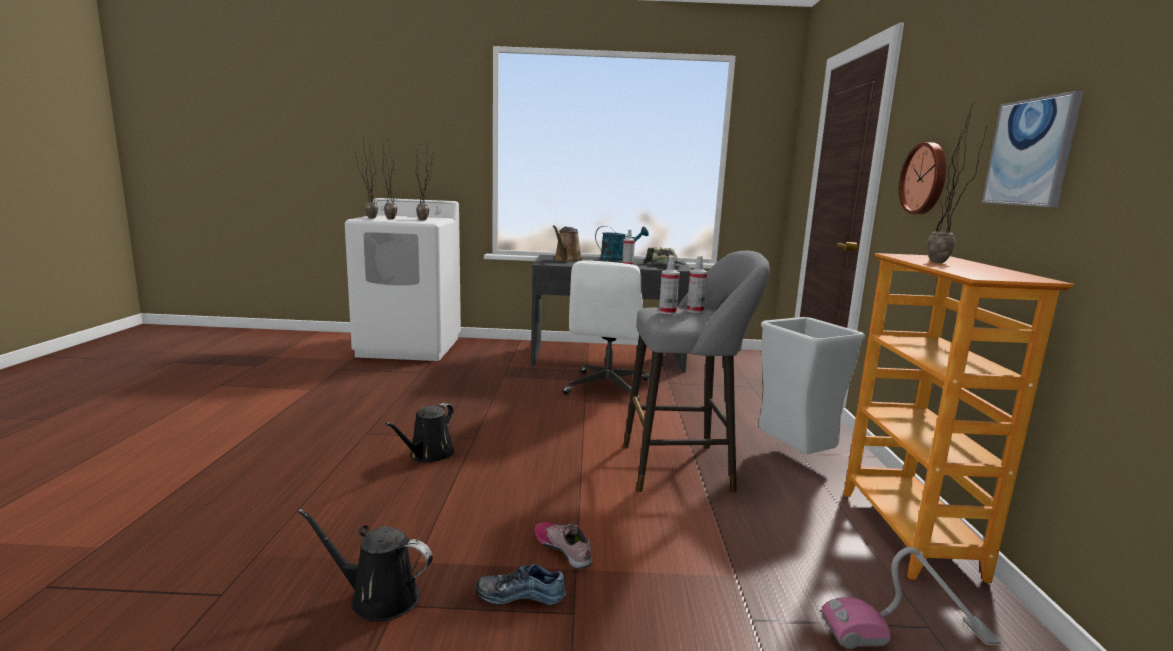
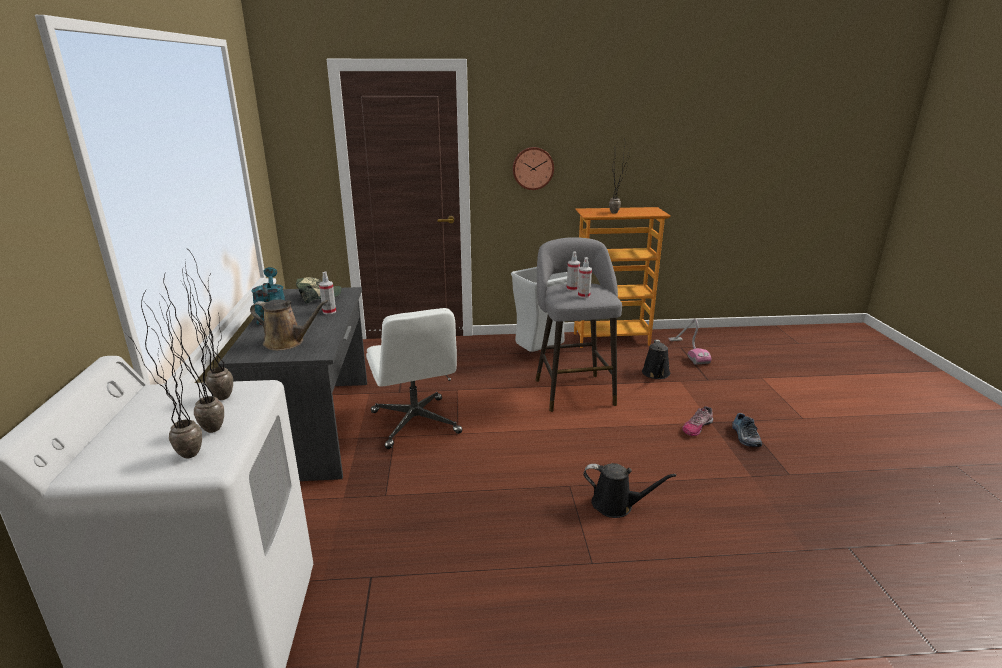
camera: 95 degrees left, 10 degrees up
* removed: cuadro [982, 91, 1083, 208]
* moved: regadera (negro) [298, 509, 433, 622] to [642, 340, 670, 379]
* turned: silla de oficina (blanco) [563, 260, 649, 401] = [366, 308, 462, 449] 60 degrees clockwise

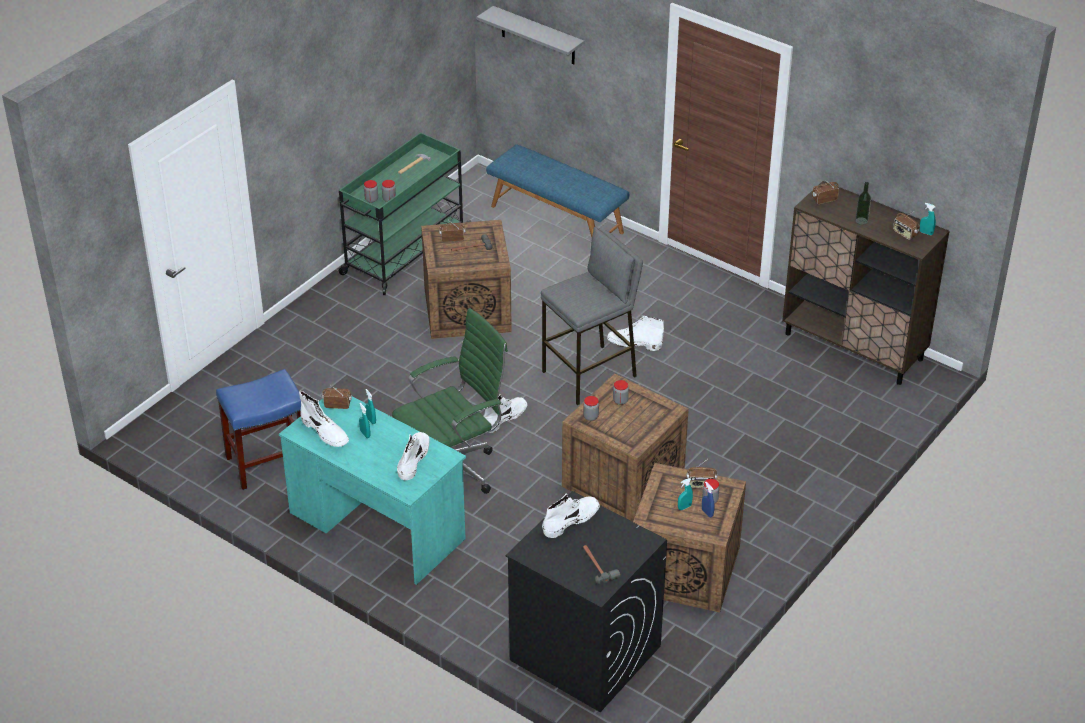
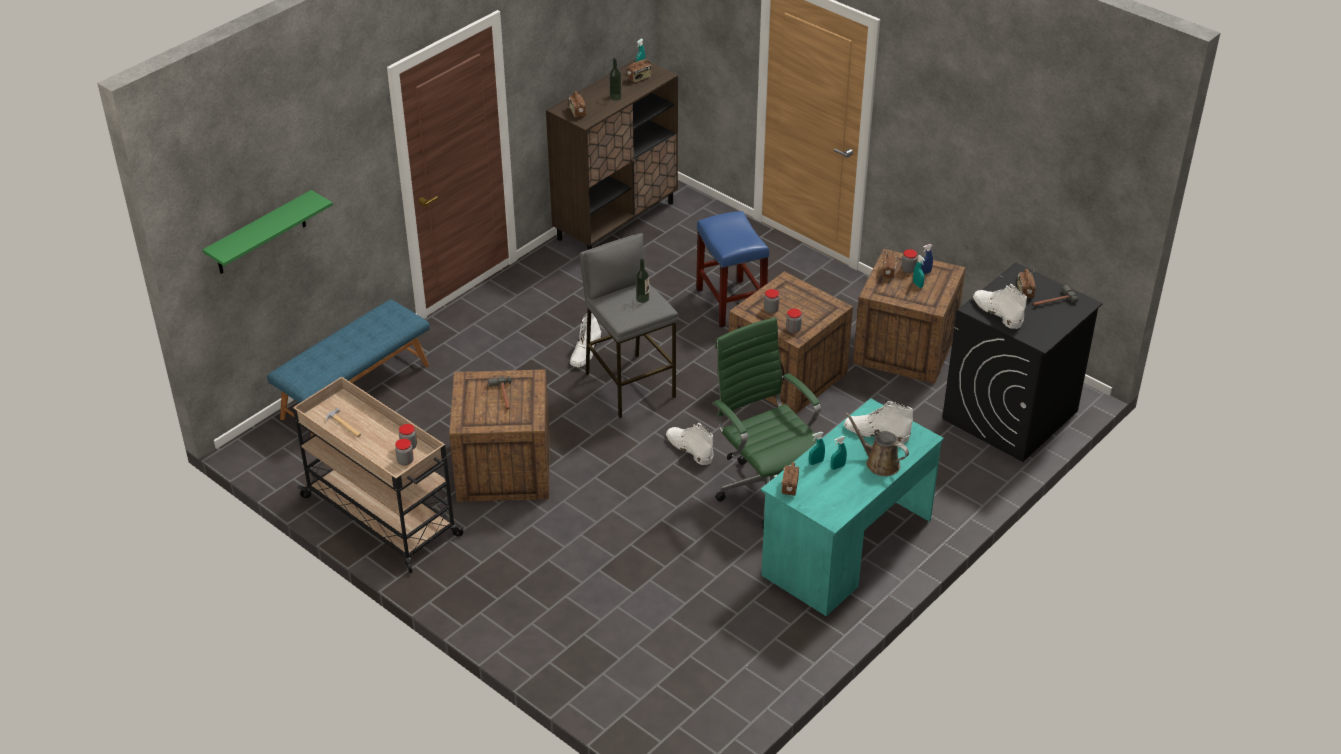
camera: 85 degrees left, 0 degrees up
* removed: bota (blanco) [299, 391, 349, 447]
* added: botella [636, 259, 649, 303]
* added: regadera (marrón) [845, 412, 909, 476]
* moved: taburete (azul) [216, 369, 301, 490] to [696, 211, 769, 328]
* moved: radio [439, 221, 466, 242] to [1017, 269, 1036, 298]
* recoloured: carrito (verde) [339, 132, 471, 295] to carrito (beis) [293, 377, 464, 573]
* recoloured: estante (gris) [477, 6, 584, 64] to estante (verde) [203, 190, 333, 274]

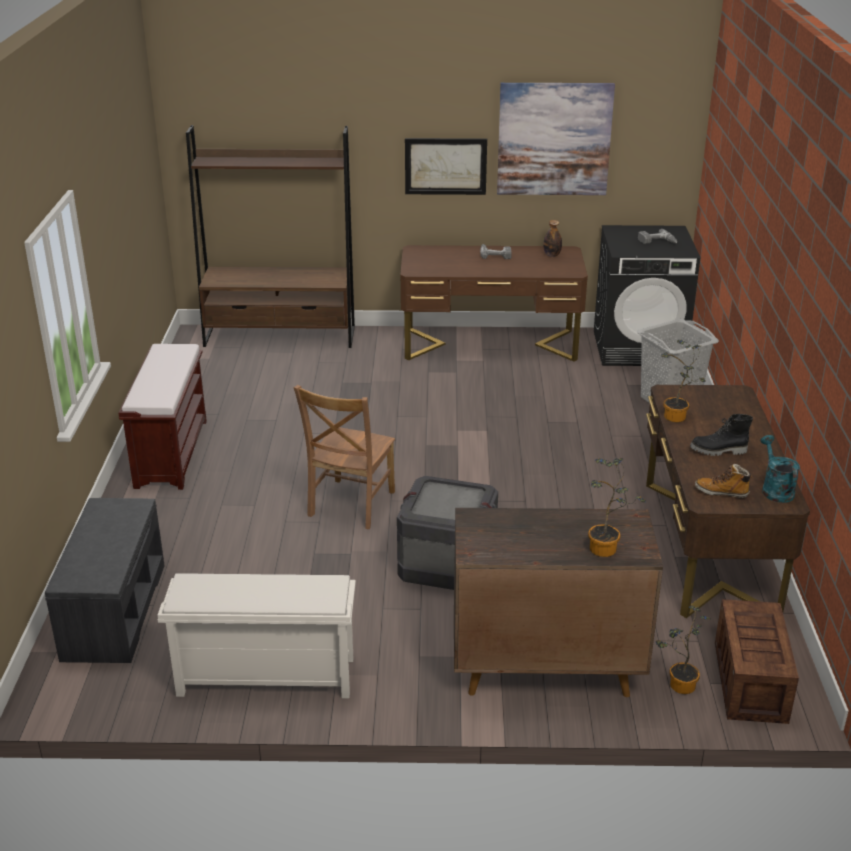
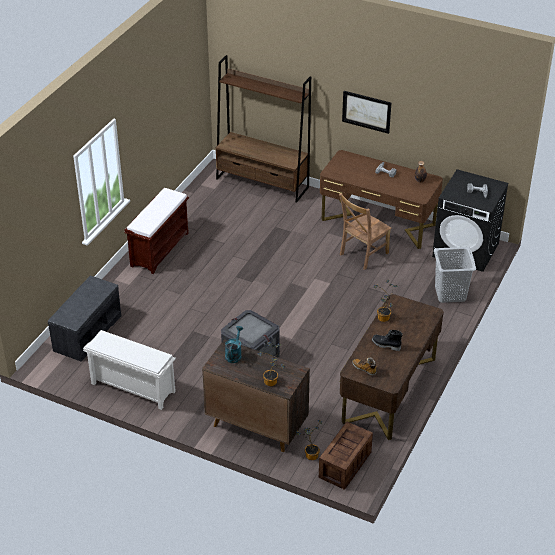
camera: 25 degrees right, 10 degrees up
* removed: cuadro [497, 83, 615, 195]
* moved: silla (marrón) [294, 385, 395, 529] to [339, 193, 391, 270]
* moved: regadera (turquesa) [760, 435, 800, 503] to [225, 326, 243, 363]

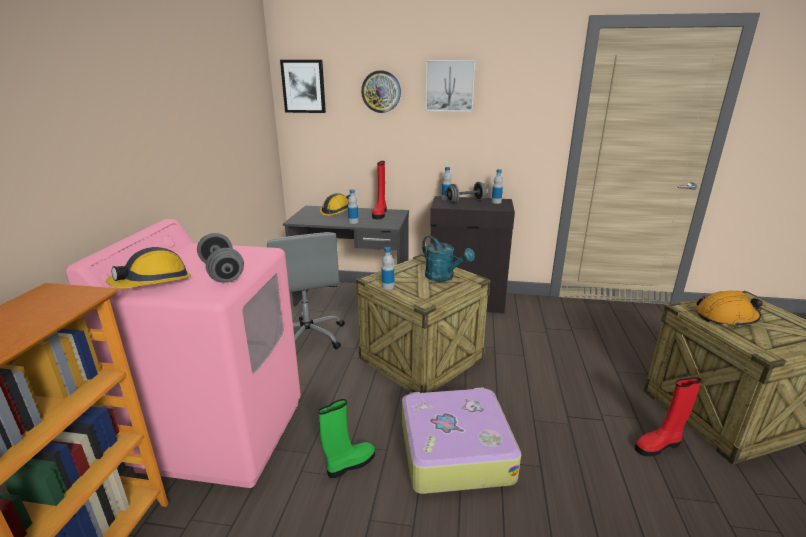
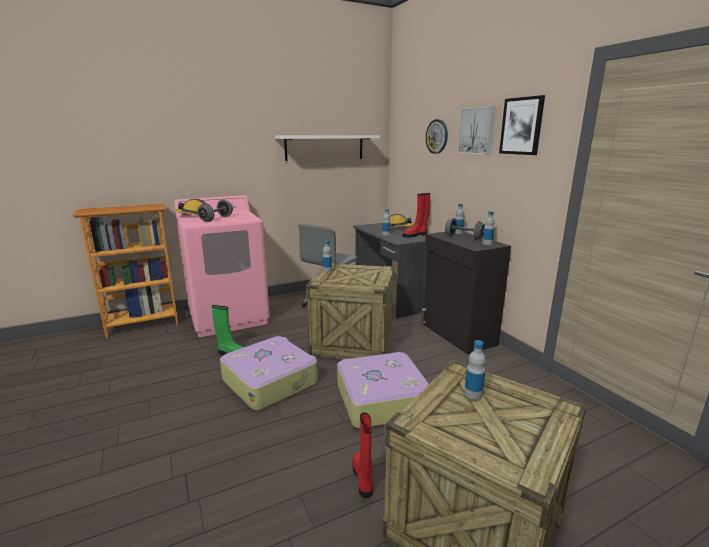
camera: 55 degrees right, 5 degrees down
* removed: regadera (turquesa) [422, 236, 475, 282]
* added: estante (blanco) [275, 136, 380, 161]
* added: maleta [337, 352, 429, 428]
* moved: cuadro [280, 60, 326, 113] to [499, 95, 545, 155]
* replaced: casco (naranja) [696, 291, 763, 327] to botella [464, 340, 486, 400]
* turned: bota (rojo) [635, 377, 701, 456] = [353, 412, 373, 498] 45 degrees clockwise

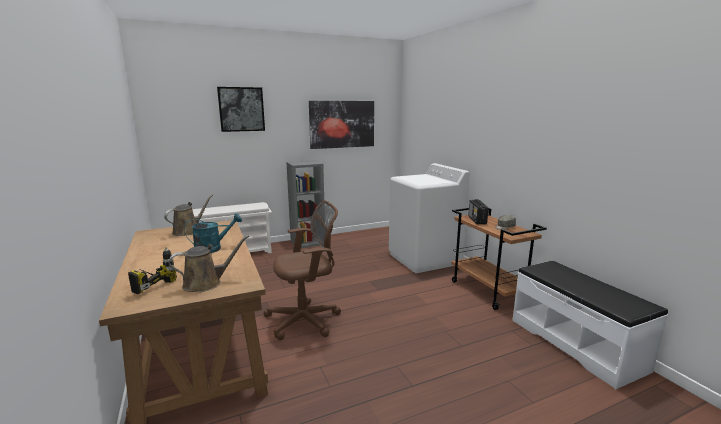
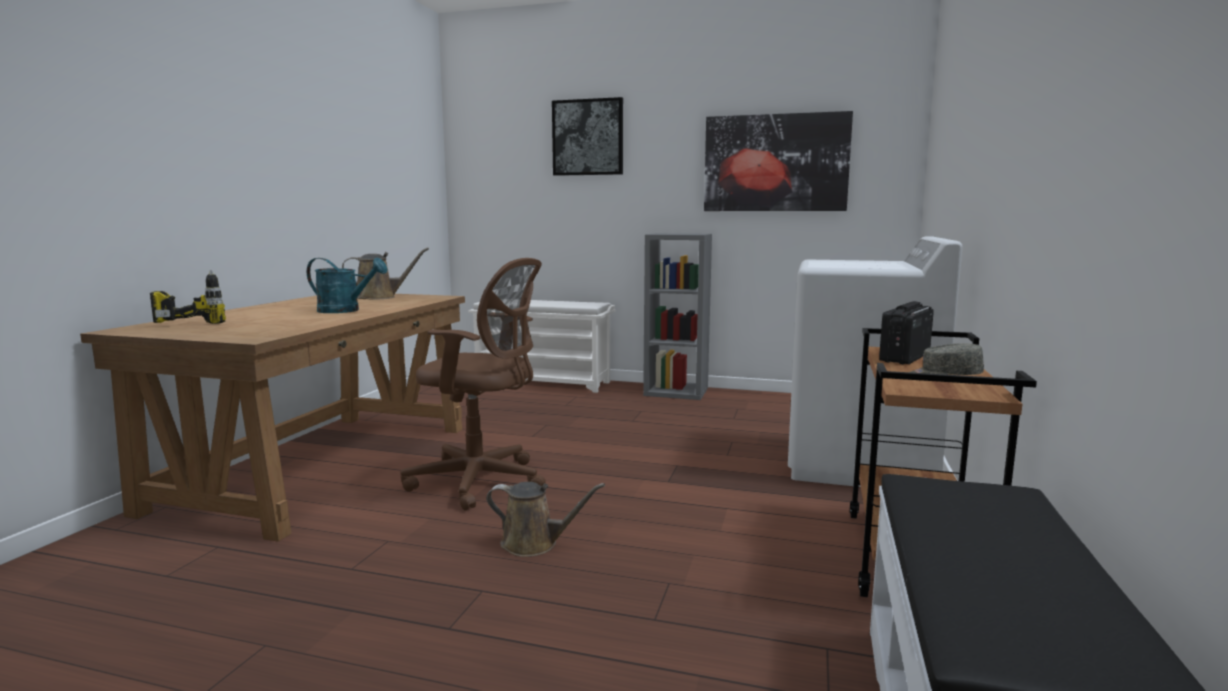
camera: 40 degrees right, 5 degrees down
* moved: regadera (marrón) [169, 235, 249, 292] to [486, 482, 605, 557]

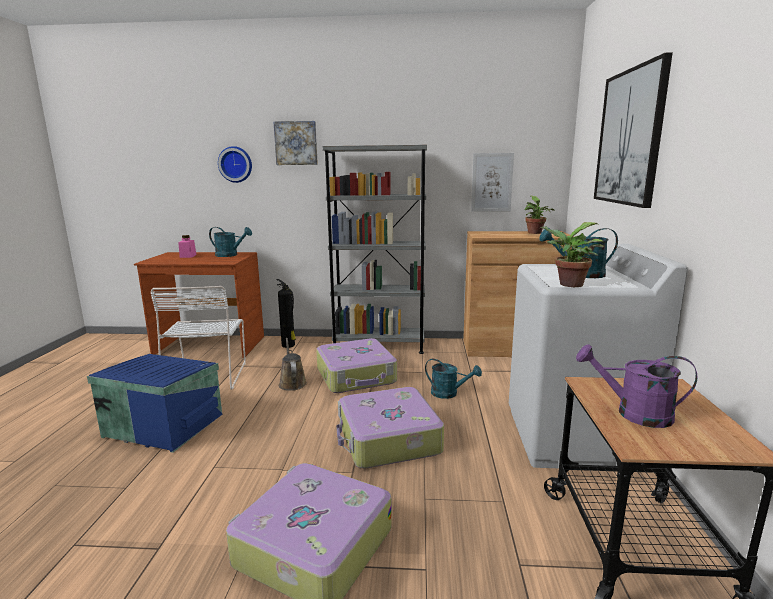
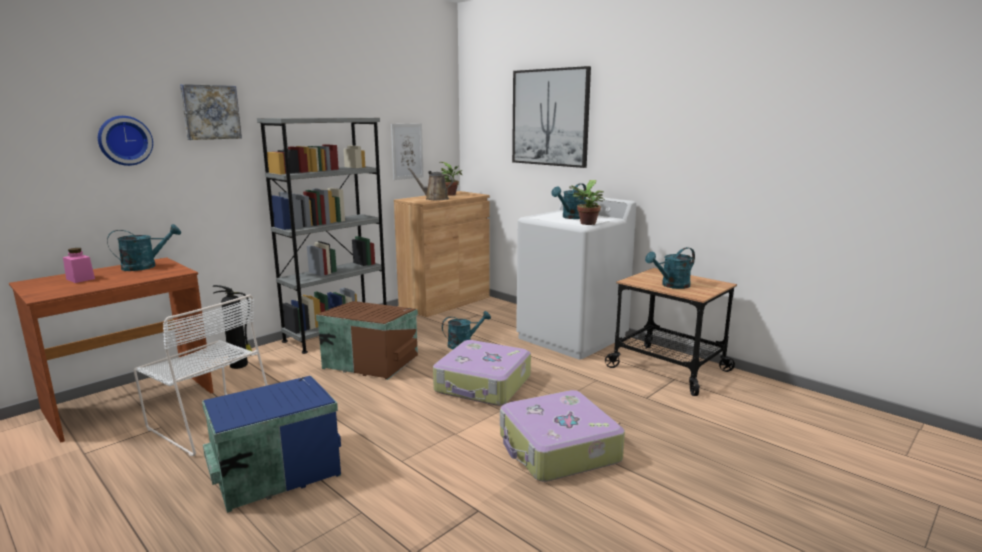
camera: 50 degrees left, 0 degrees up
* moved: regadera (marrón) [279, 338, 307, 391] to [407, 168, 454, 200]
* replaced: maleta [316, 338, 397, 393] to caja de almacenaje (marrón) [316, 301, 418, 380]
* recoloured: regadera (morado) [576, 344, 697, 428] to regadera (turquesa) [645, 247, 695, 289]

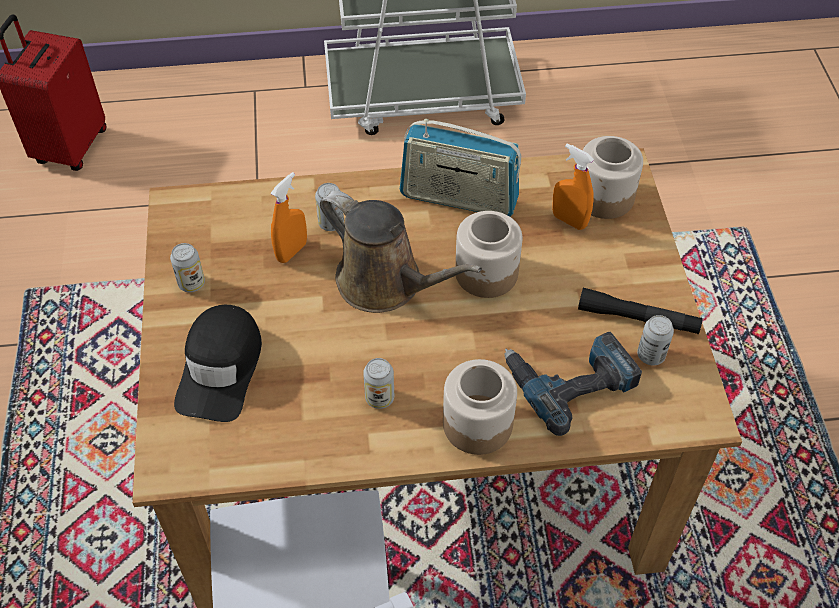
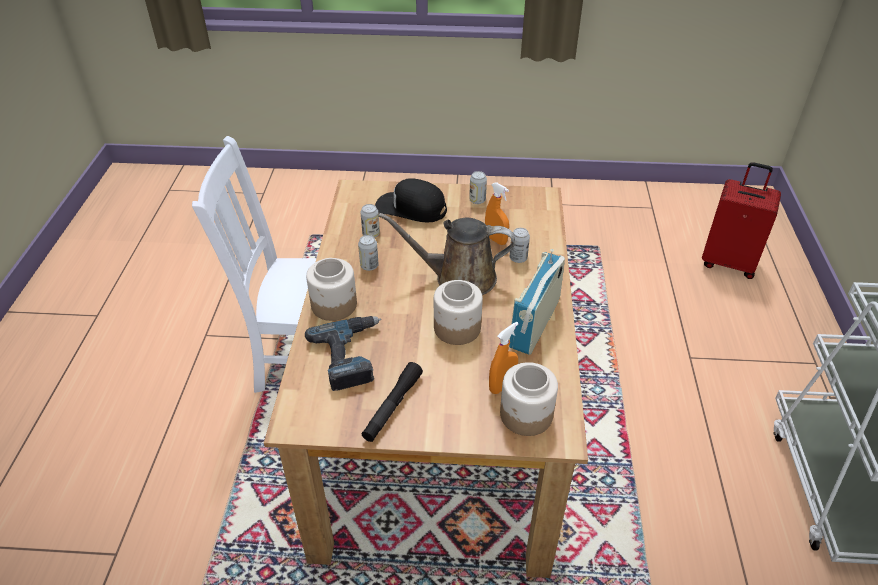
camera: 100 degrees right, 10 degrees down
* moved: lata [637, 315, 674, 365] to [361, 204, 380, 238]
* turned: regadera (marrón) [320, 190, 482, 313] = [378, 213, 515, 295] 45 degrees clockwise

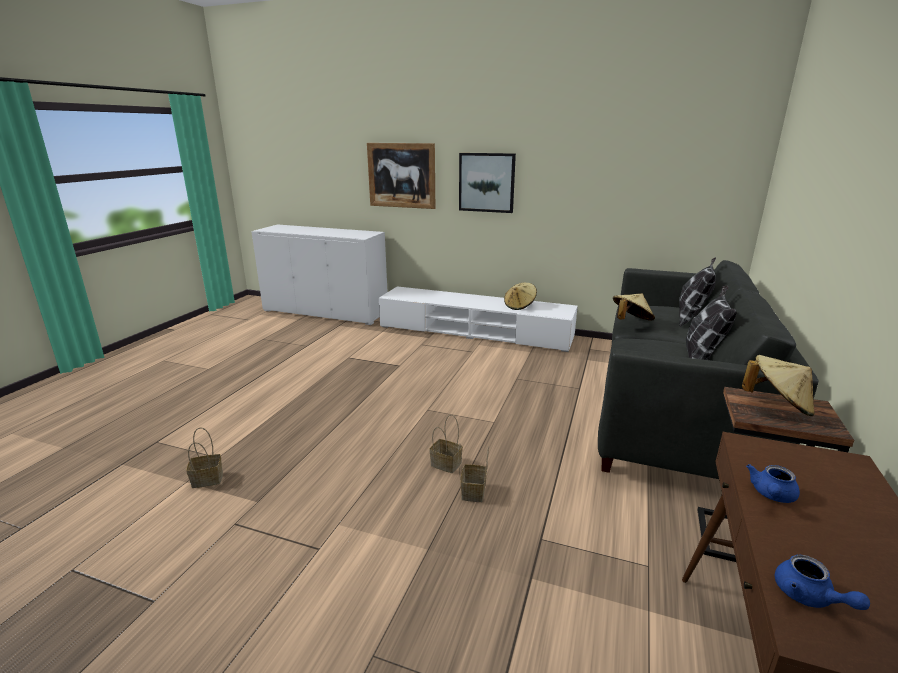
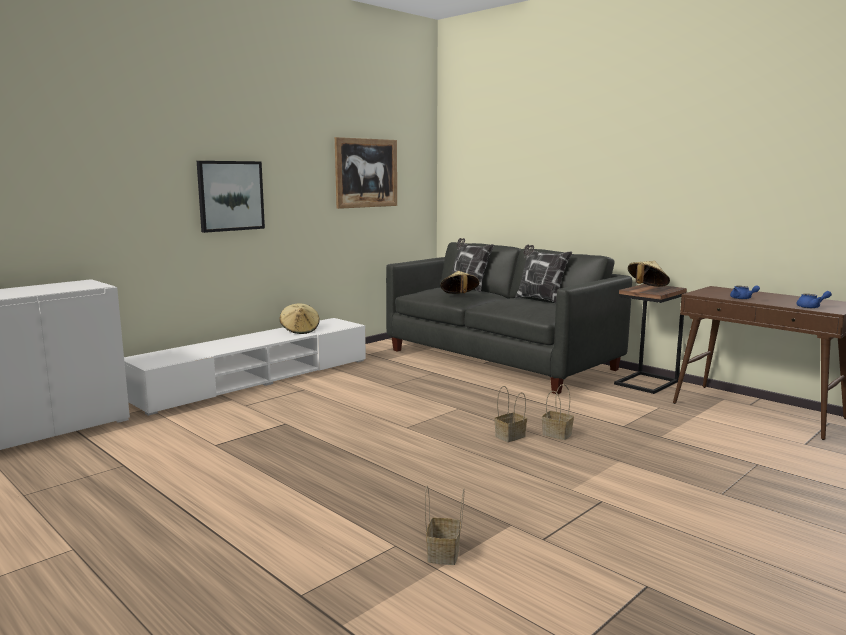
camera: 65 degrees left, 10 degrees down
* moved: cuadro [367, 143, 435, 209] to [335, 137, 397, 209]

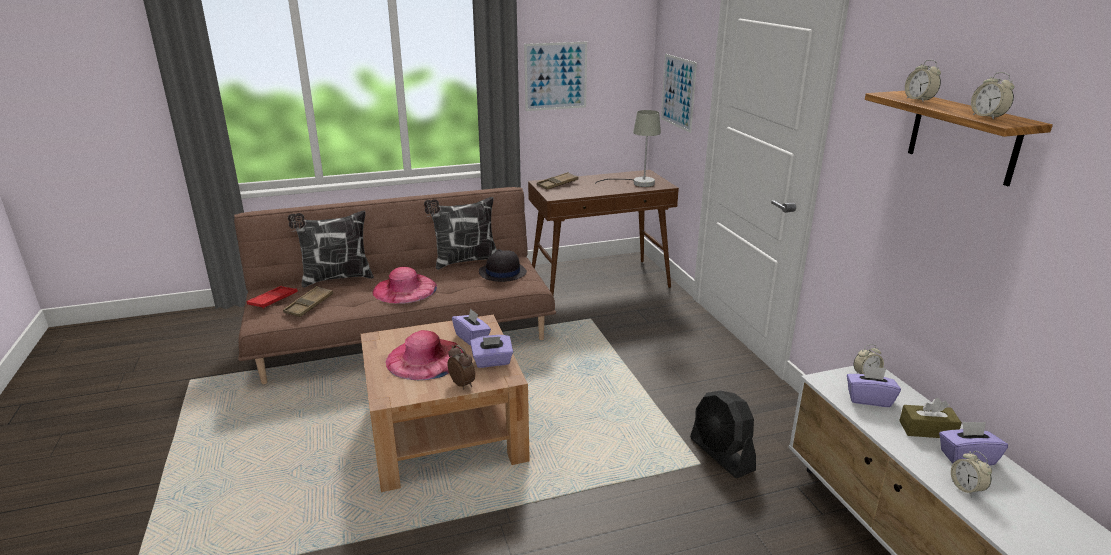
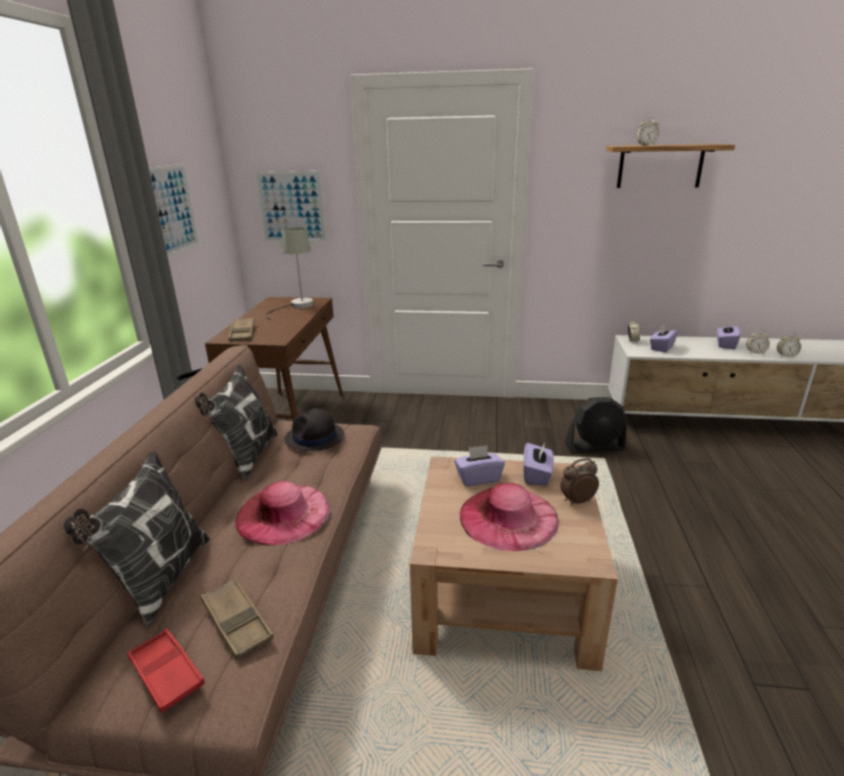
camera: 65 degrees left, 0 degrees up
* removed: caja de pañuelos (marrón) [899, 398, 962, 438]
* moved: despertador [971, 72, 1015, 120] to [777, 332, 801, 357]

